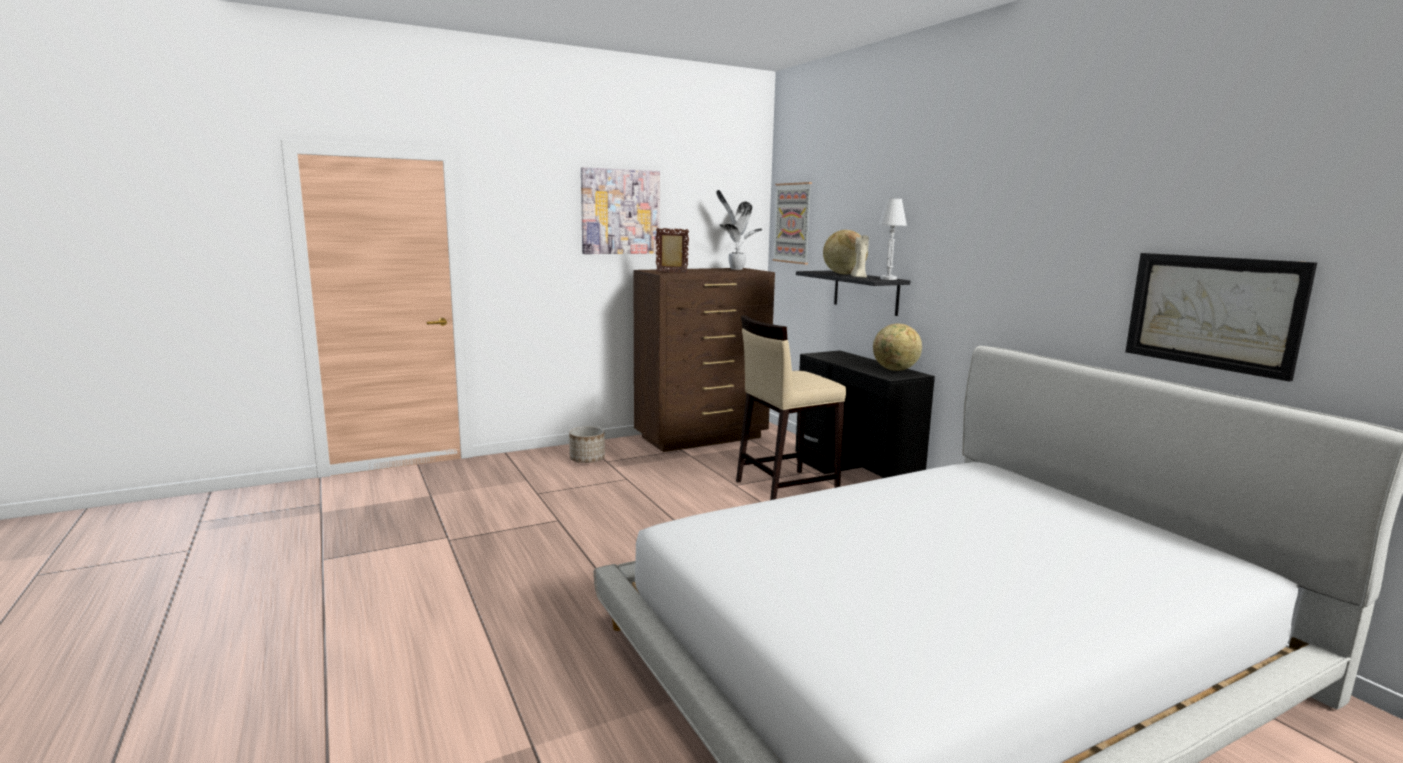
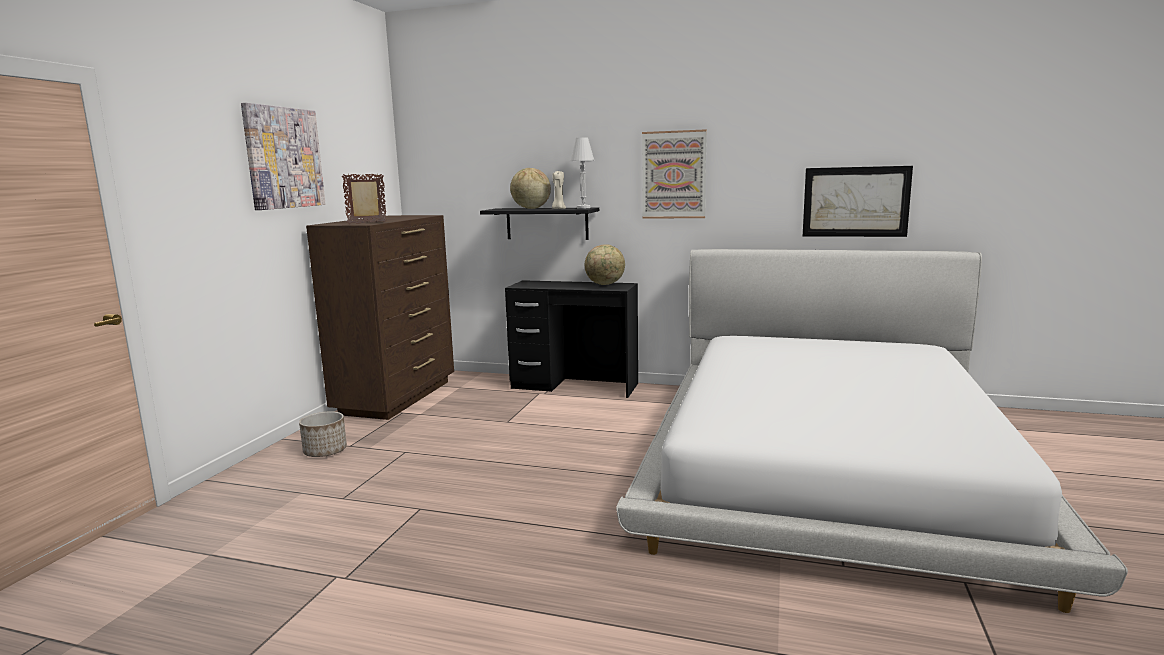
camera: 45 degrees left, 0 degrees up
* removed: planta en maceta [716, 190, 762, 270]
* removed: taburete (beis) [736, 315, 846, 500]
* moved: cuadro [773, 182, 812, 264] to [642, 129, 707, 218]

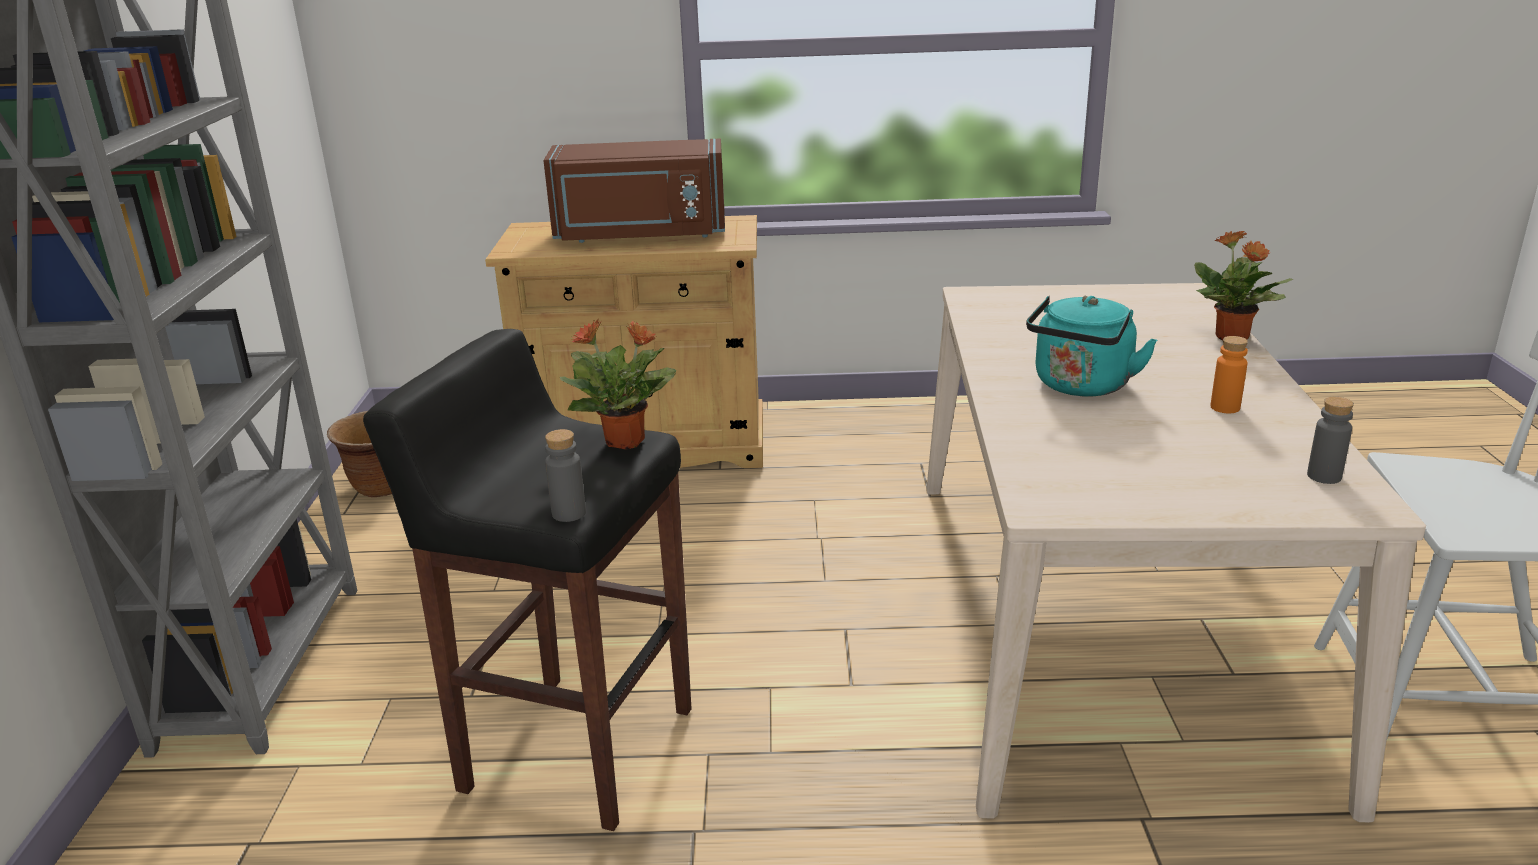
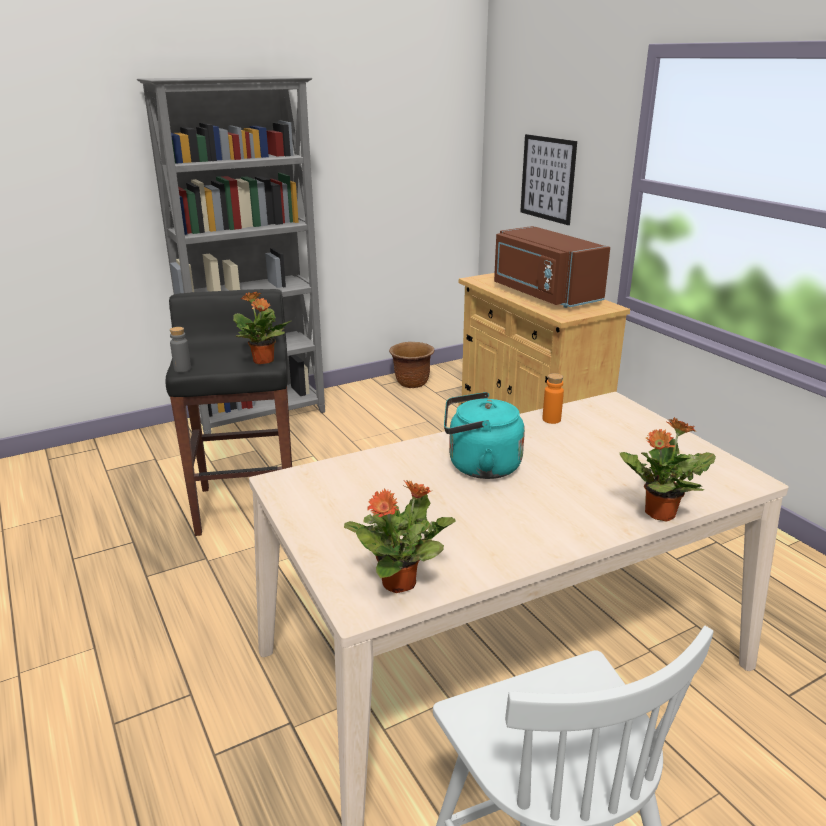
camera: 60 degrees right, 0 degrees up
* added: cuadro [520, 134, 577, 225]
* moved: botella (naranja) [1210, 336, 1248, 413] to [542, 373, 564, 424]
* replaced: botella (gris) [1307, 397, 1354, 484] to planta en maceta [344, 480, 456, 593]

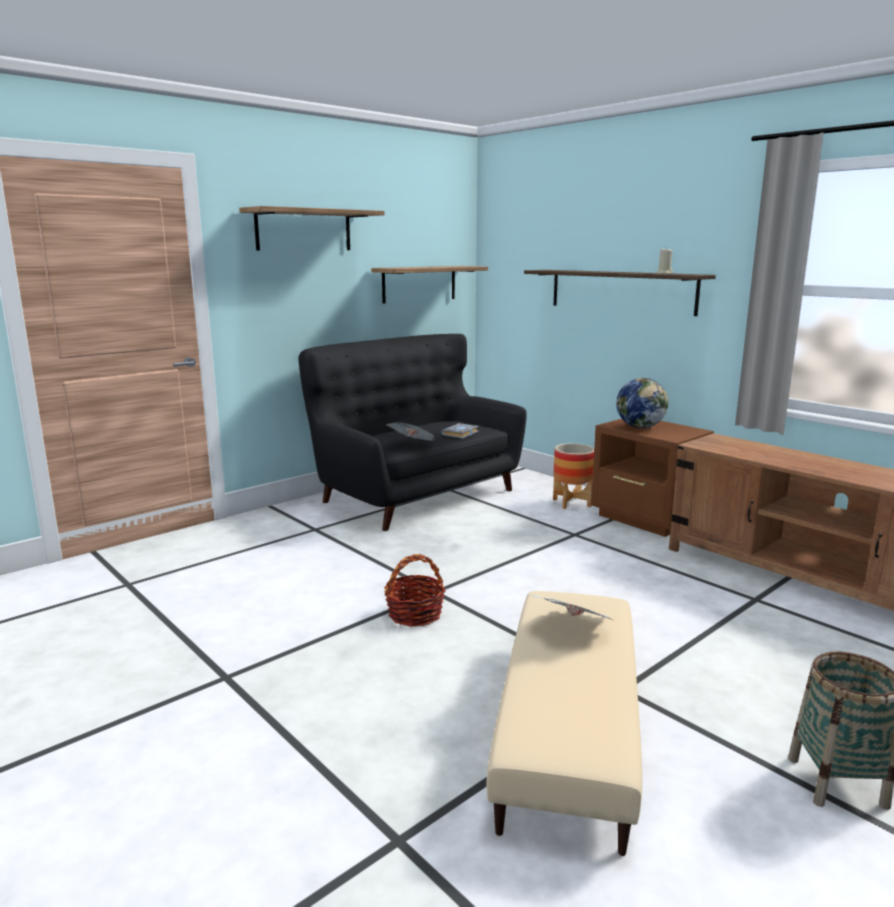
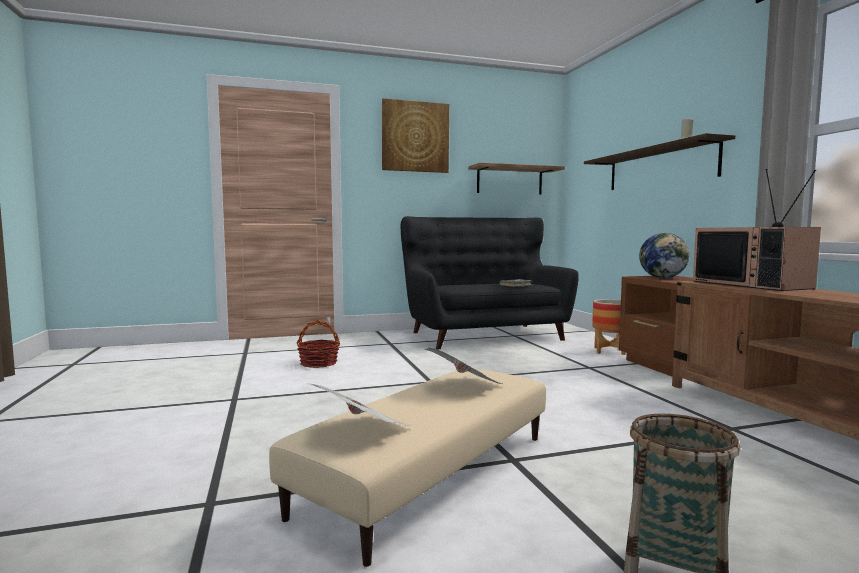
camera: 25 degrees right, 10 degrees down
* added: televisor [693, 169, 821, 291]
* moved: cesta [384, 554, 446, 627] to [296, 320, 340, 368]
* moved: periódico [386, 422, 434, 440] to [309, 384, 413, 426]
* replaced: estante [239, 206, 385, 251] to cuadro [382, 98, 449, 173]

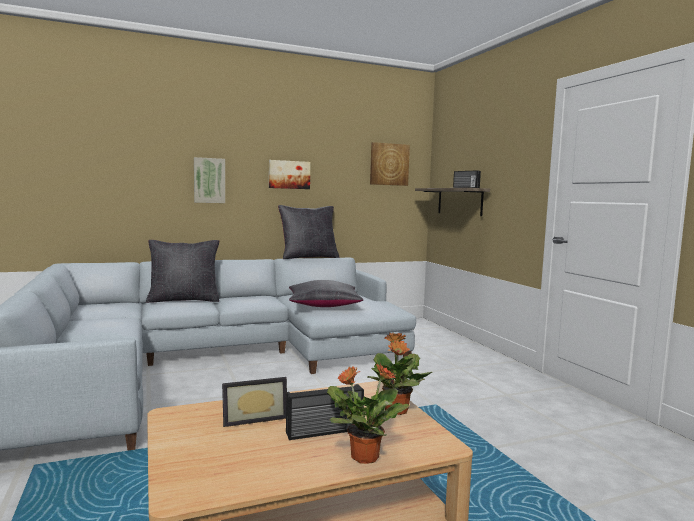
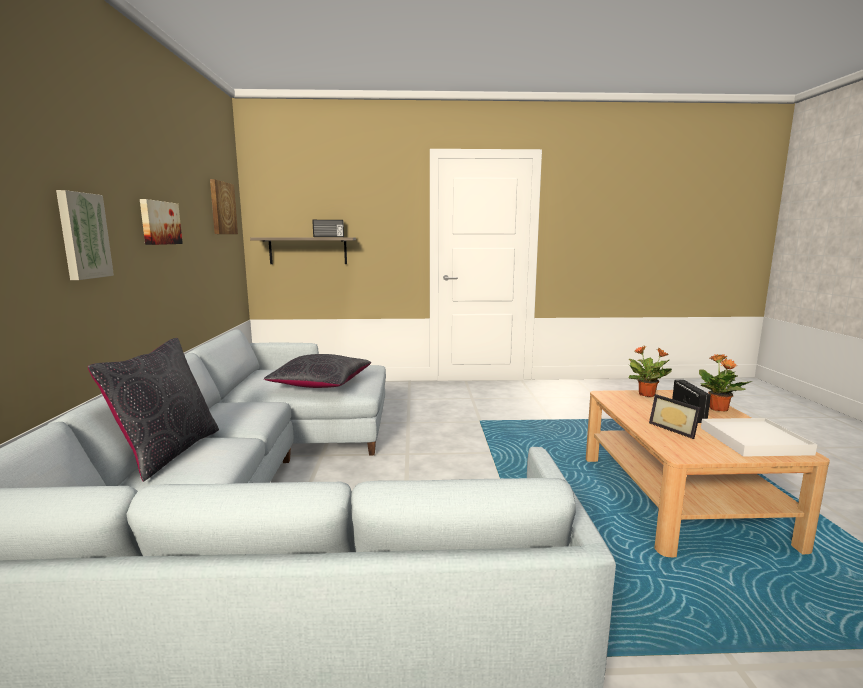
camera: 70 degrees left, 5 degrees up
* removed: cojín (negro) [278, 205, 339, 259]
* added: bandeja (blanco) [701, 418, 817, 457]
* turned: portarretratos [222, 377, 287, 427] = [649, 394, 701, 439] 150 degrees clockwise

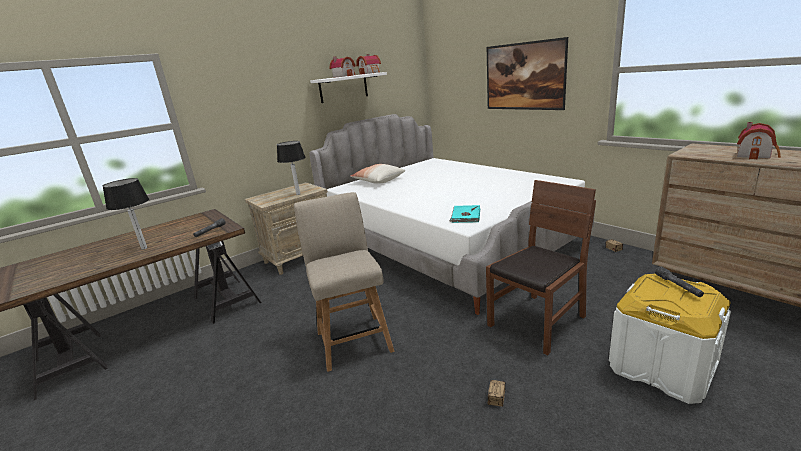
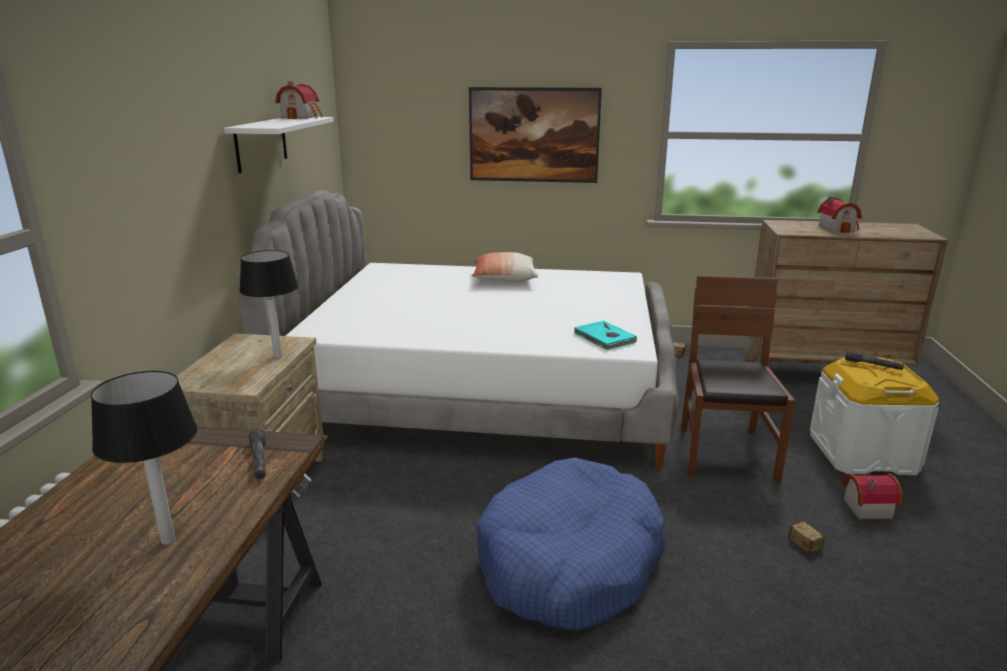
camera: 45 degrees left, 0 degrees up
* moved: casita [330, 57, 356, 78] to [842, 474, 903, 519]
* moved: cojín [350, 164, 405, 183] to [472, 252, 538, 282]
* replaced: silla (beis) [294, 192, 394, 372] to cama para perro (azul) [477, 457, 665, 631]

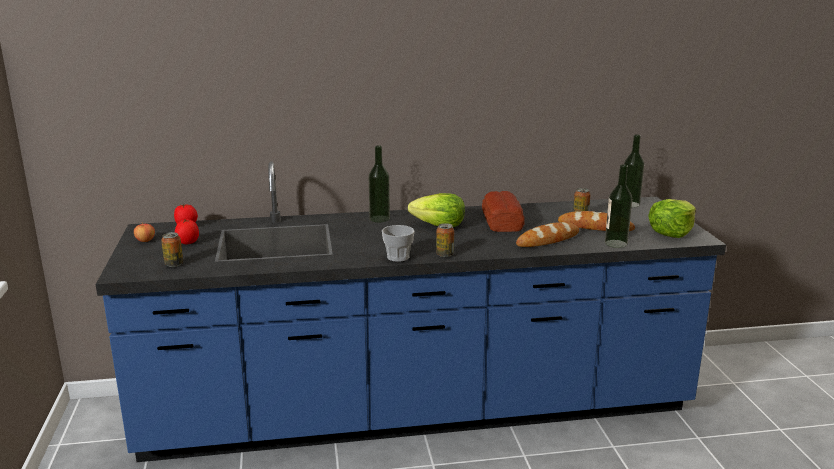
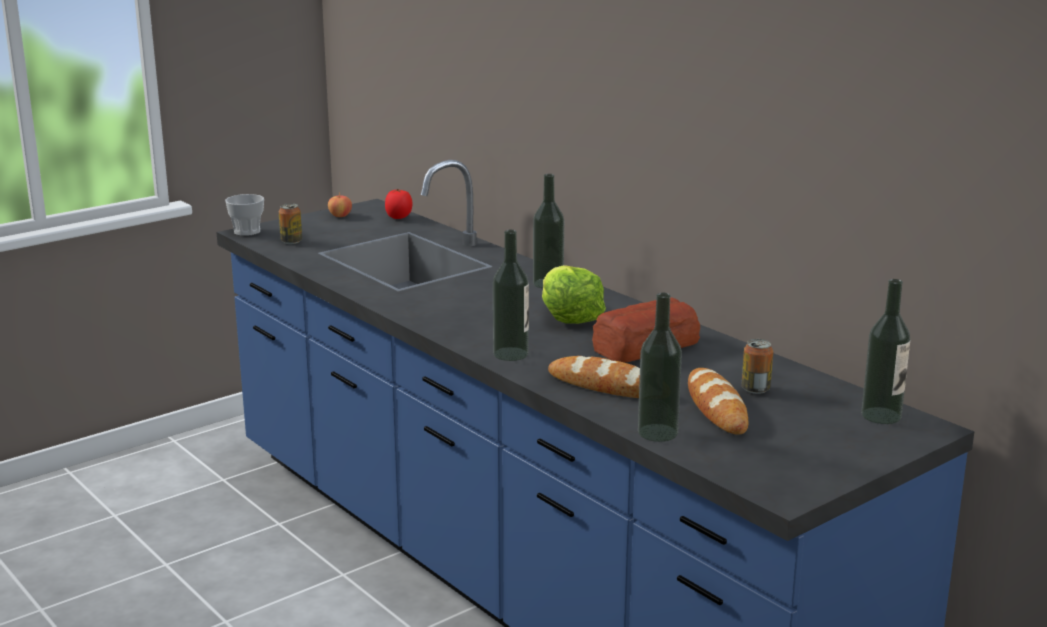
camera: 60 degrees right, 0 degrees up
* removed: tomate [175, 220, 199, 244]
* removed: lata [436, 223, 454, 257]
* removed: lechuga [648, 199, 696, 238]
* added: botella [493, 230, 529, 361]
* moved: taza [382, 225, 415, 262] to [225, 194, 264, 236]

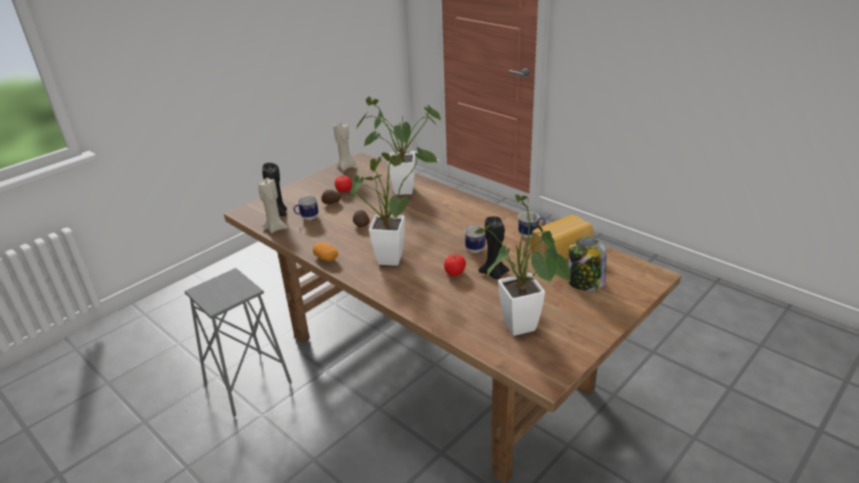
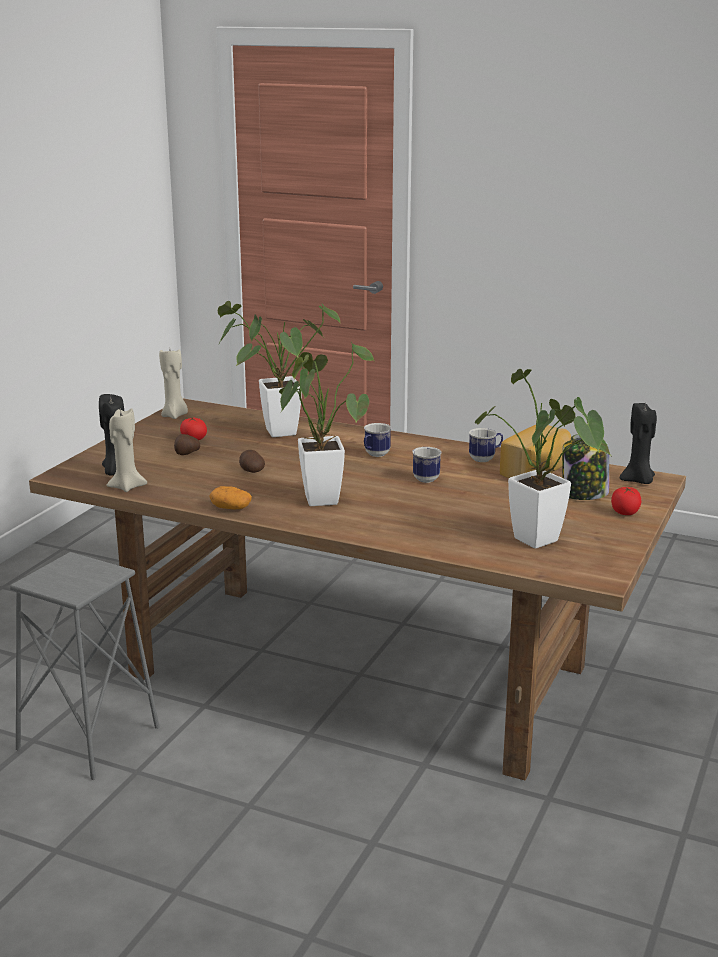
camera: 20 degrees left, 10 degrees down
* moved: taza grande [294, 195, 318, 220] to [364, 423, 391, 457]
* moved: tomate [444, 254, 466, 276] to [611, 487, 641, 515]
* moved: vela (negro) [478, 216, 509, 279] to [620, 403, 657, 484]

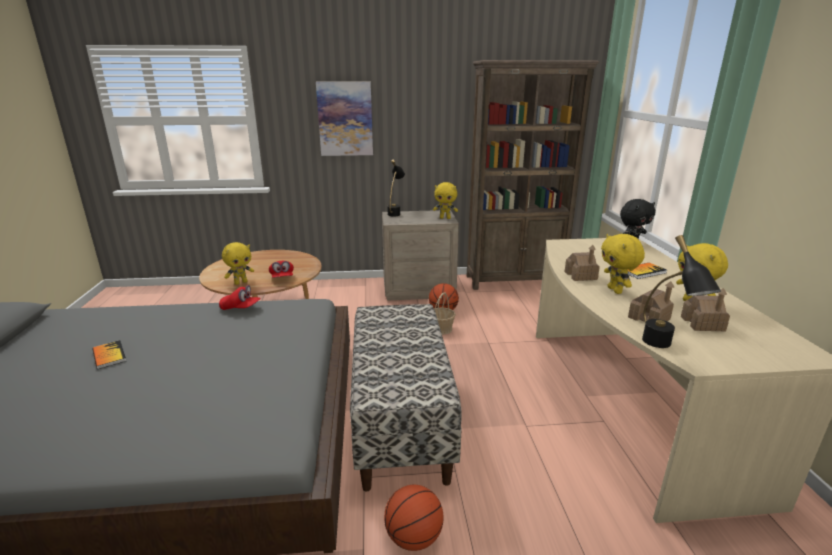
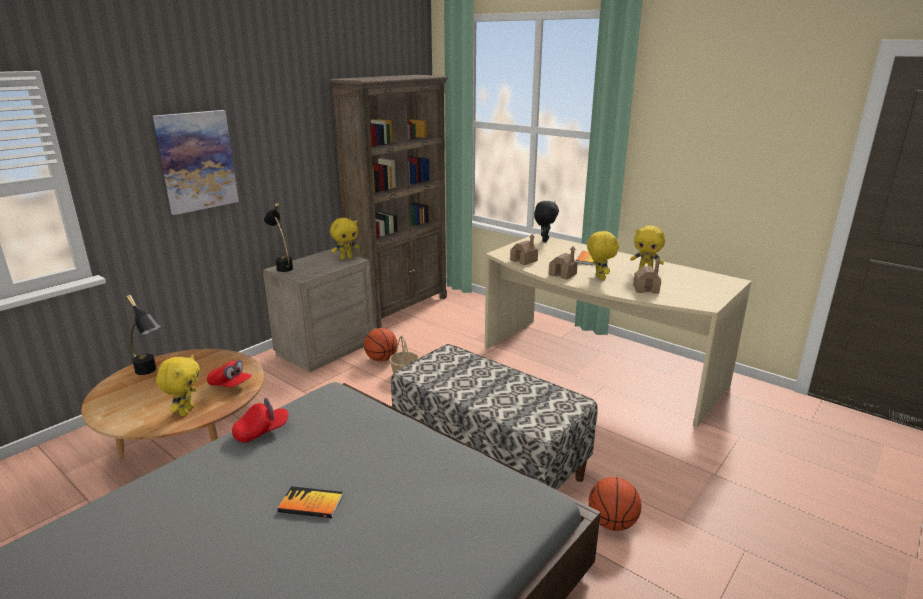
camera: 45 degrees left, 0 degrees up
* moved: libro [92, 340, 127, 369] to [278, 486, 343, 518]
* moved: lámpara de mesa (negro) [642, 235, 721, 348] to [126, 295, 161, 375]
* moved: casita [681, 288, 730, 331] to [510, 234, 538, 265]
* turned: peluche (amarillo) [601, 234, 645, 294] = [587, 231, 619, 280] 135 degrees counterclockwise

